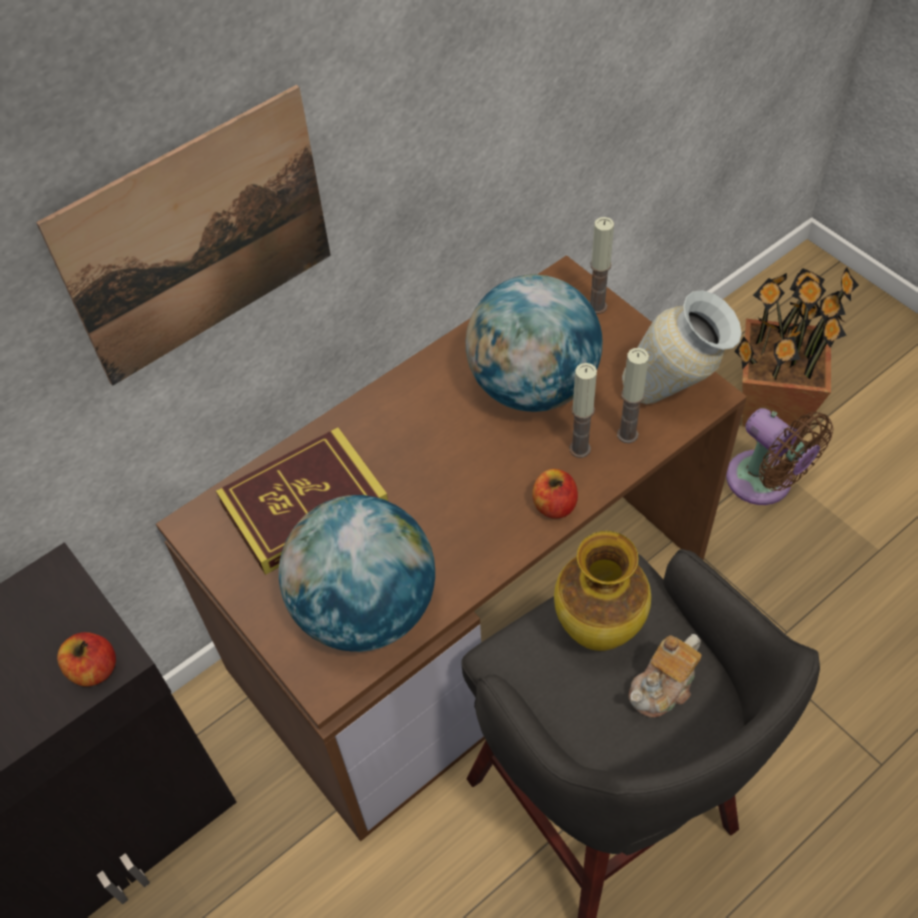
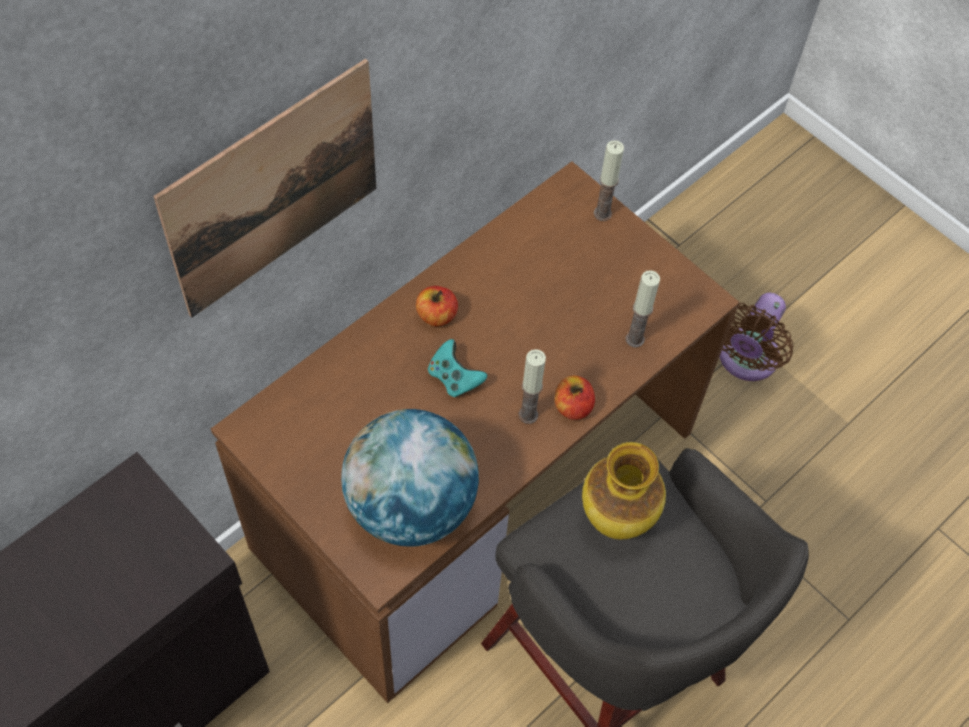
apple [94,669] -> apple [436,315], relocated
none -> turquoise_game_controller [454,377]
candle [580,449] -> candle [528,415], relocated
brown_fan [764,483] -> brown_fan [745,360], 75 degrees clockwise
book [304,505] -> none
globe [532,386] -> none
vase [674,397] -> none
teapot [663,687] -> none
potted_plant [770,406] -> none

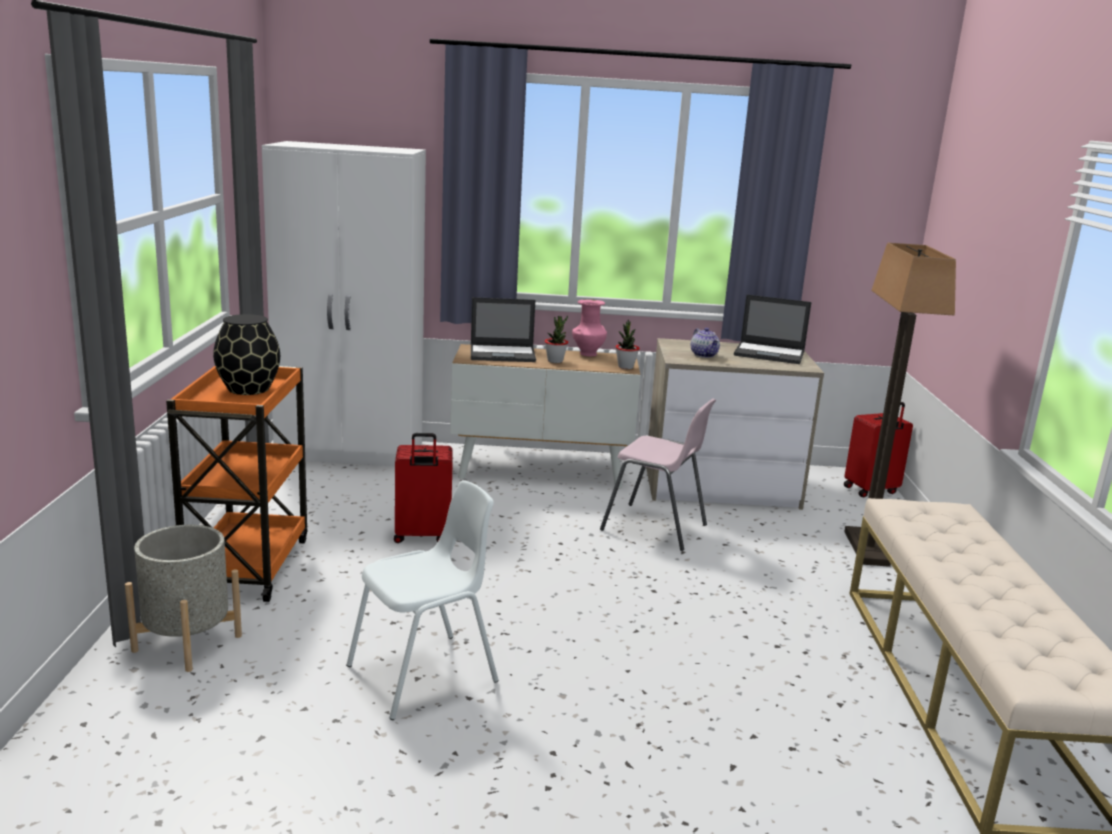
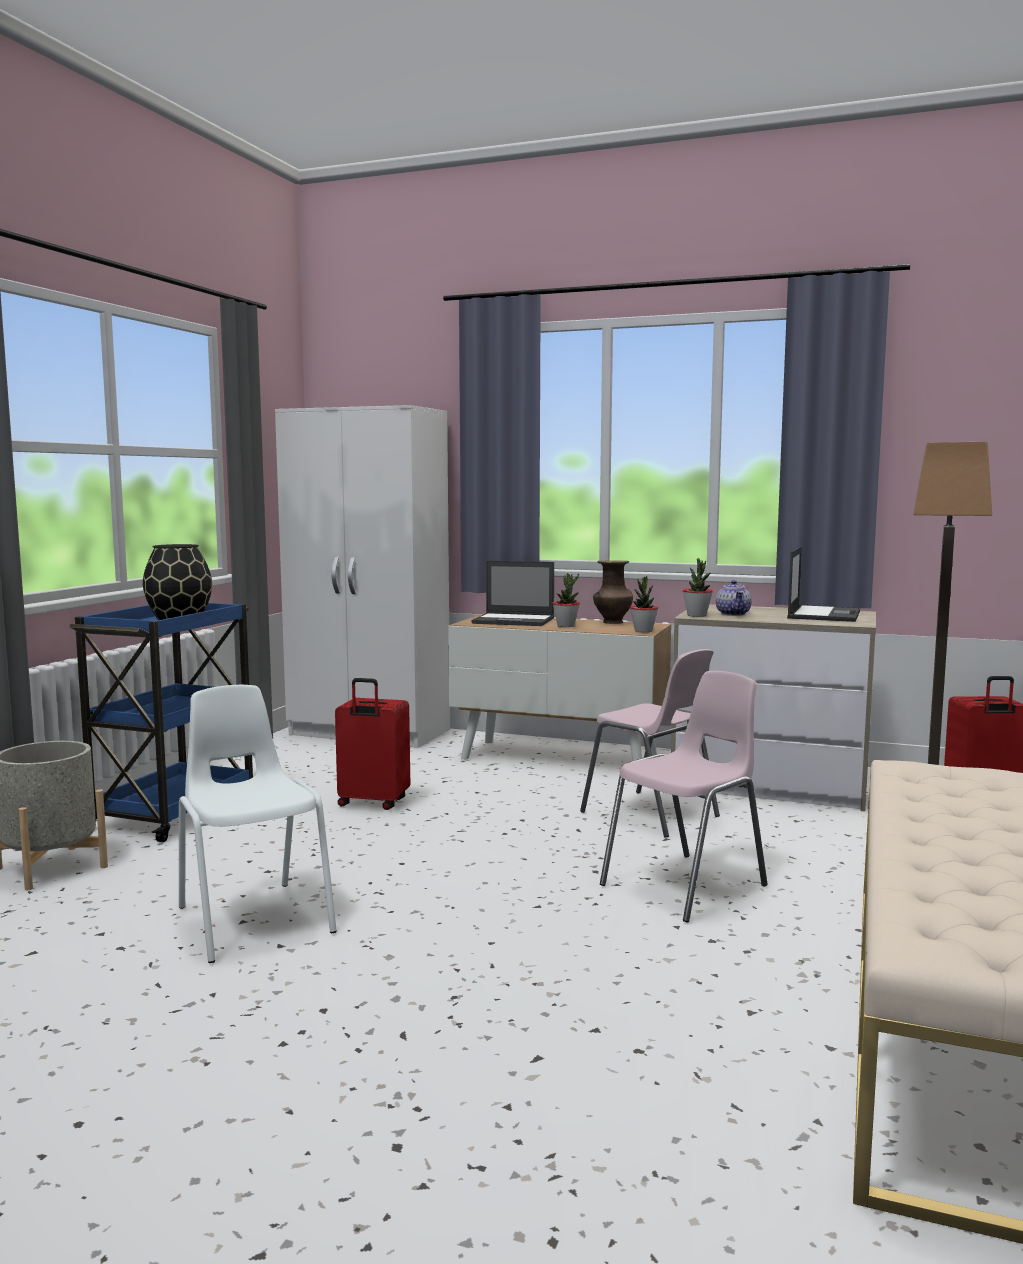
orange_cart [248,565] -> blue_cart [175,812]
white_chair [425,674] -> white_chair [254,919], 105 degrees counterclockwise
pink_vase [587,354] -> brown_vase [612,622]
none -> pink_chair [687,886]
none -> potted_plant [697,615]
laptop [770,354] -> laptop [823,614], 105 degrees counterclockwise

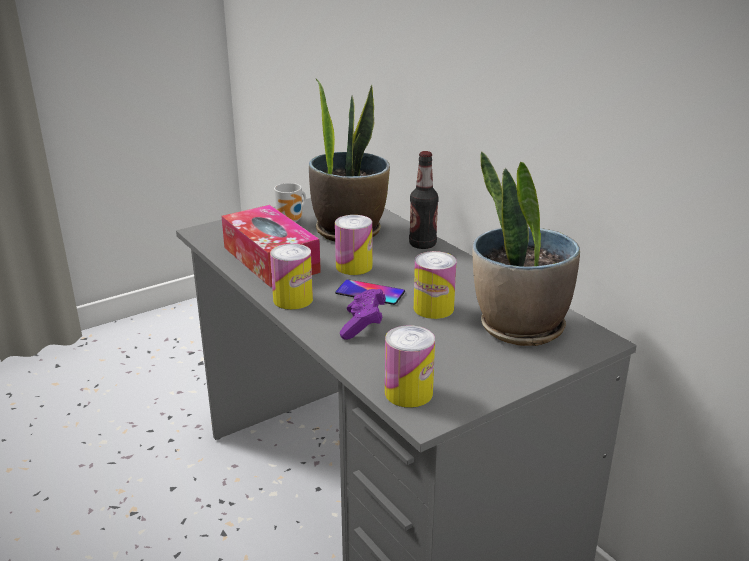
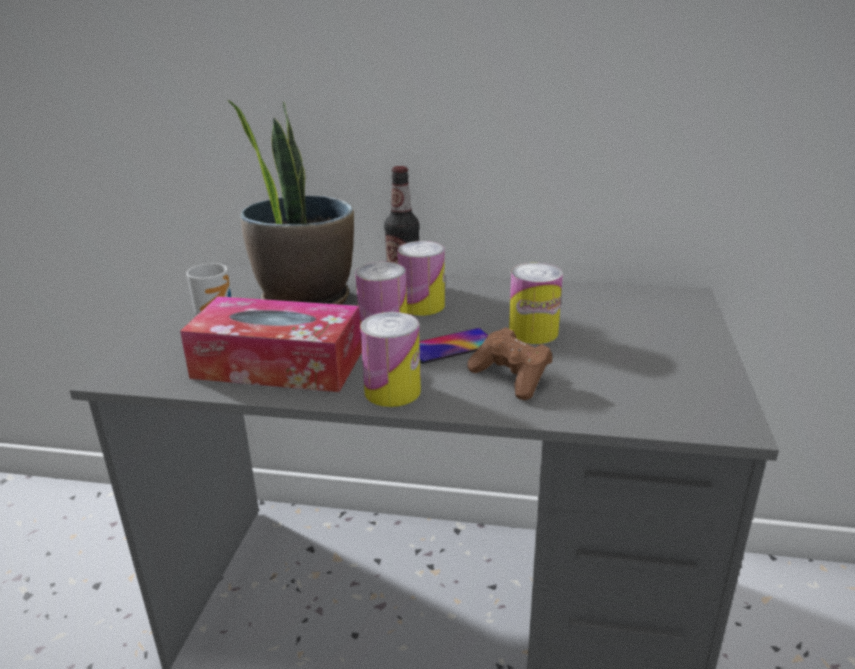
can [408,393] -> can [422,305], relocated
purple_game_controller [363,325] -> brown_game_controller [511,378]
potted_plant [519,328] -> none

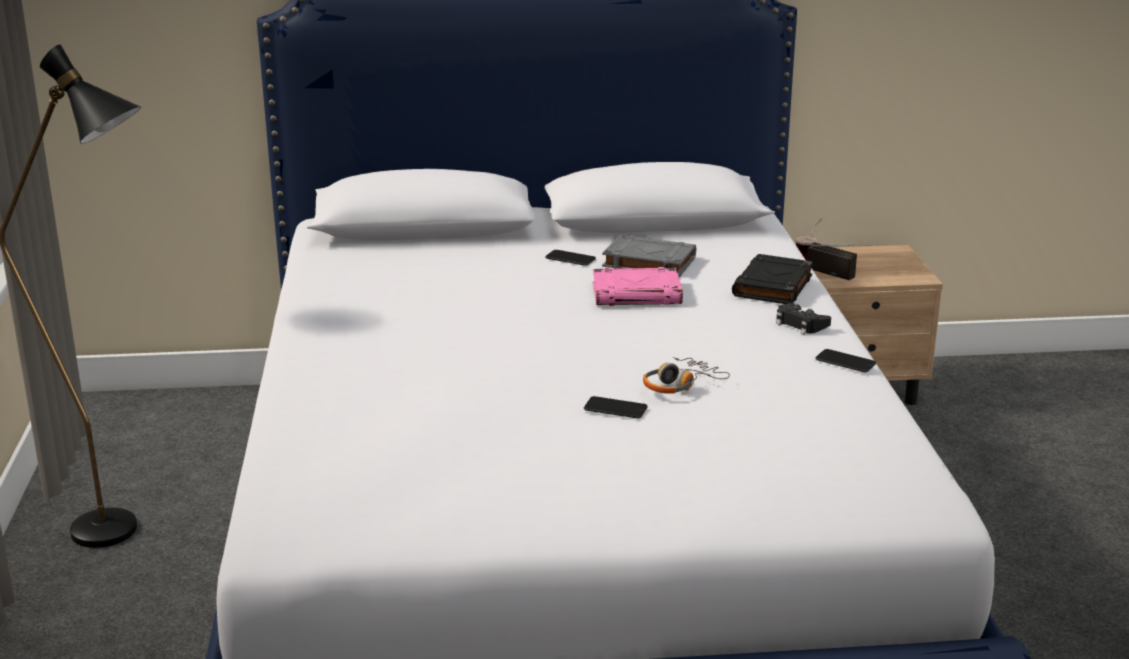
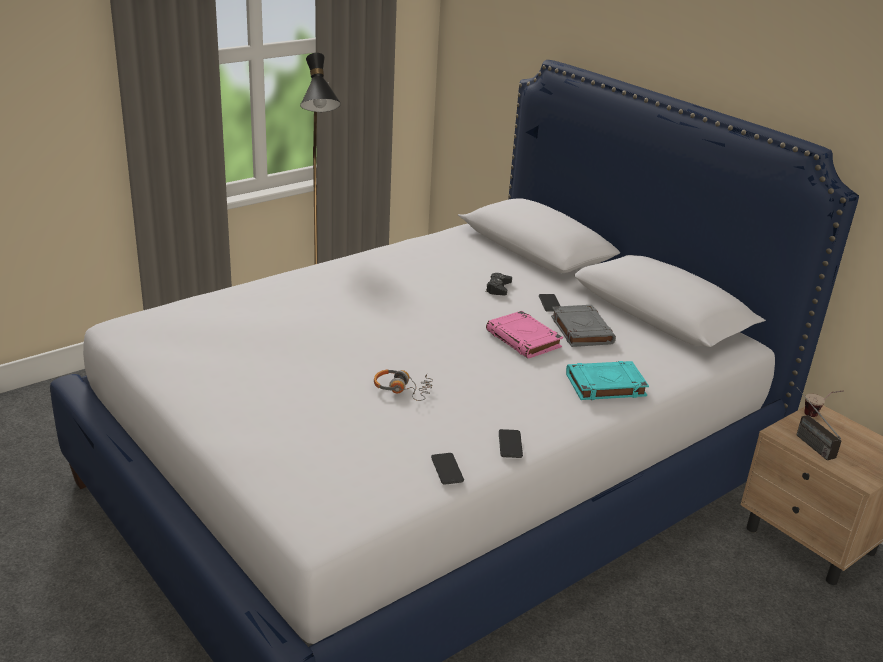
phone [615,408] -> phone [447,469], relocated
black_game_controller [800,324] -> black_game_controller [498,288], relocated
black_book [773,286] -> turquoise_book [604,385]
radio [843,276] -> radio [806,440], 150 degrees clockwise

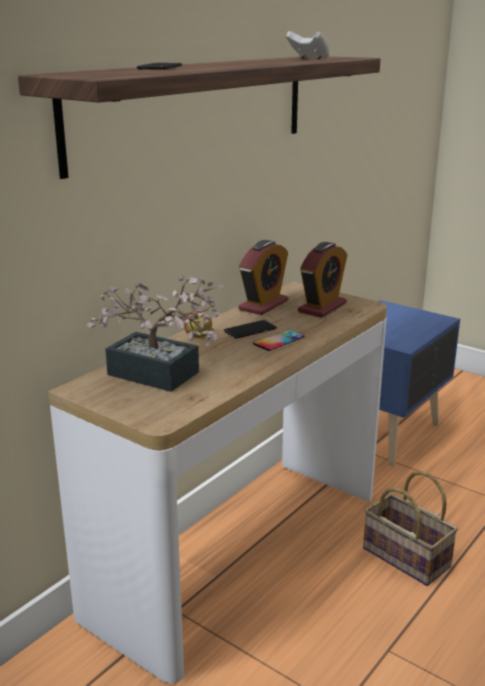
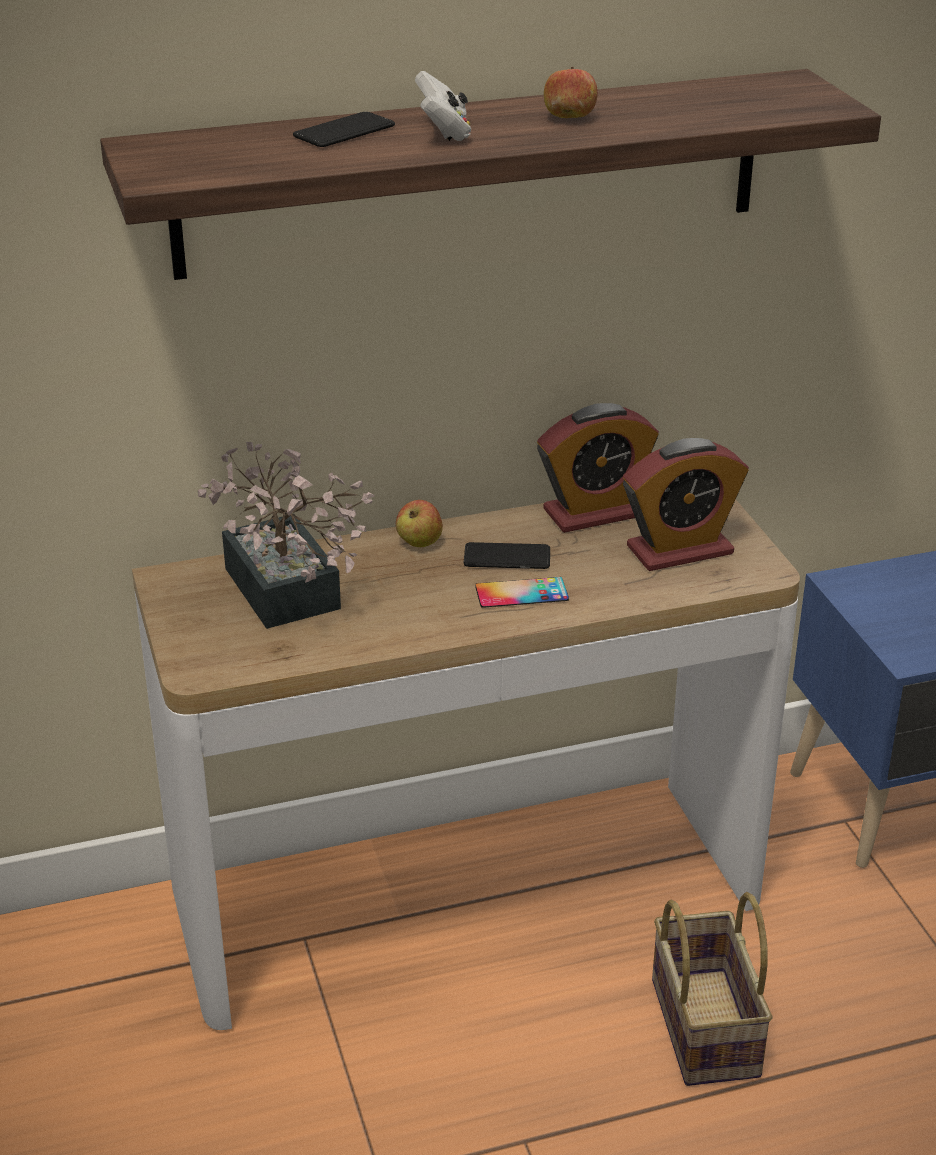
white_game_controller [309,58] -> white_game_controller [444,133], relocated
none -> apple [569,118]

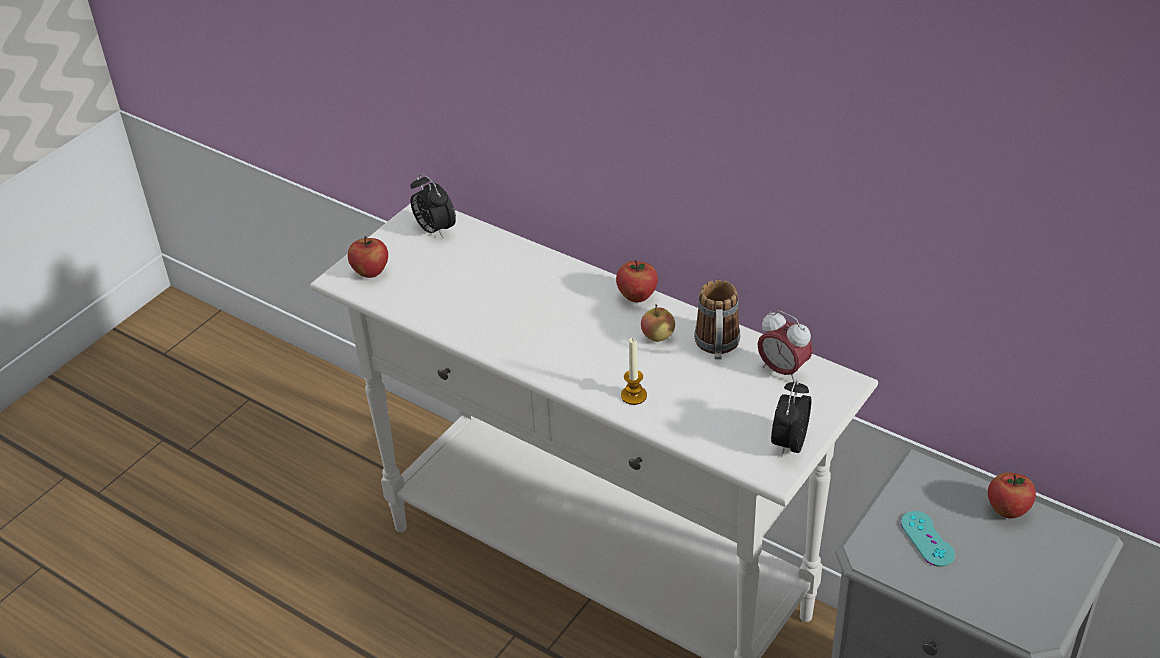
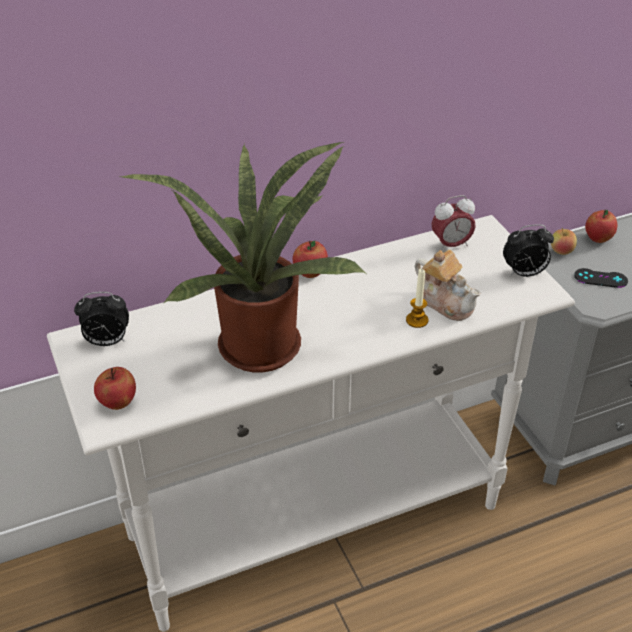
none -> potted_plant [261,341]
none -> teapot [446,302]
alarm_clock [789,443] -> alarm_clock [524,273], 60 degrees counterclockwise
apple [657,336] -> apple [561,251], relocated
turquoise_game_controller [927,539] -> black_game_controller [600,278]
mug [717,347] -> none

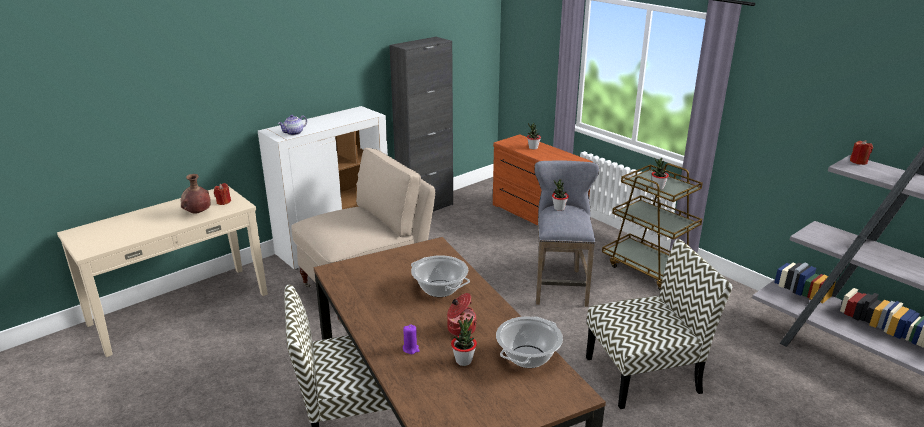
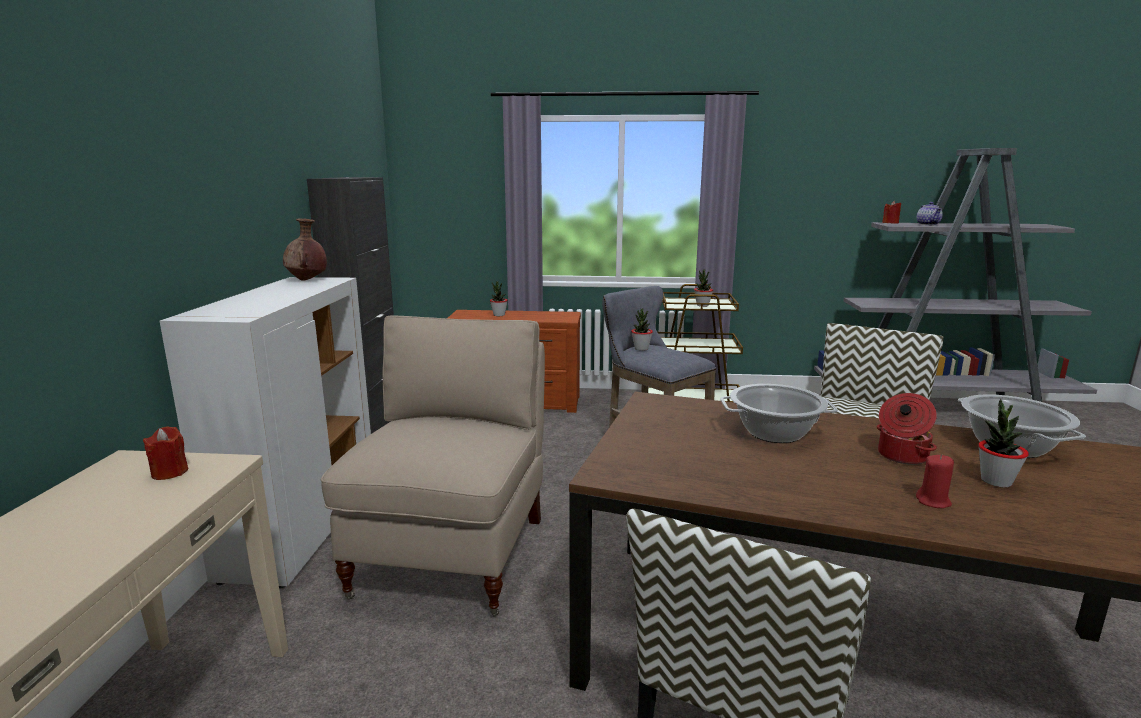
brown_vase [197,213] -> brown_vase [307,280], relocated
purple_candle [411,349] -> red_candle [933,501]
teapot [294,133] -> teapot [928,224], relocated

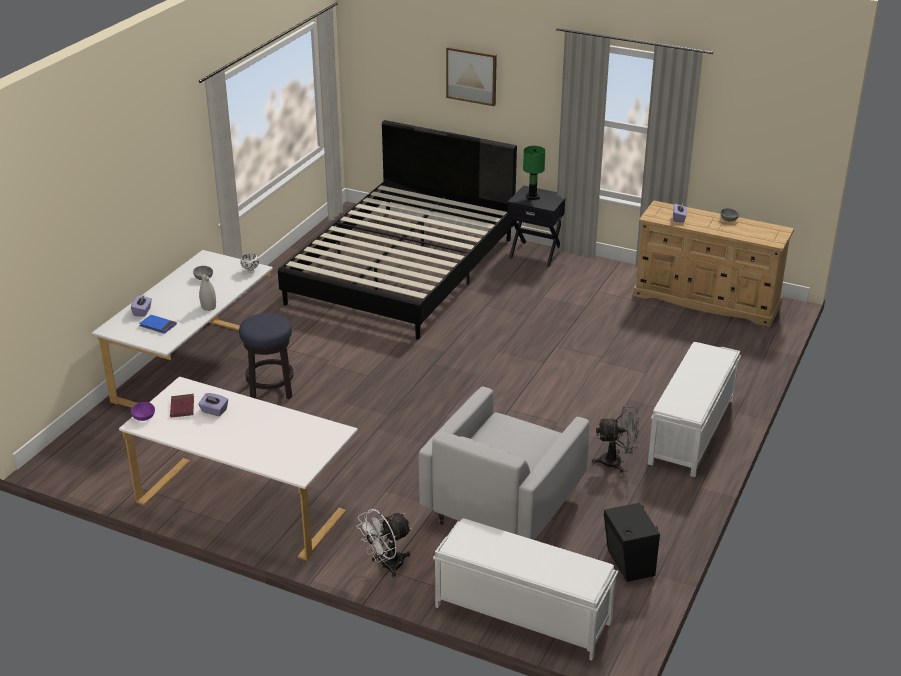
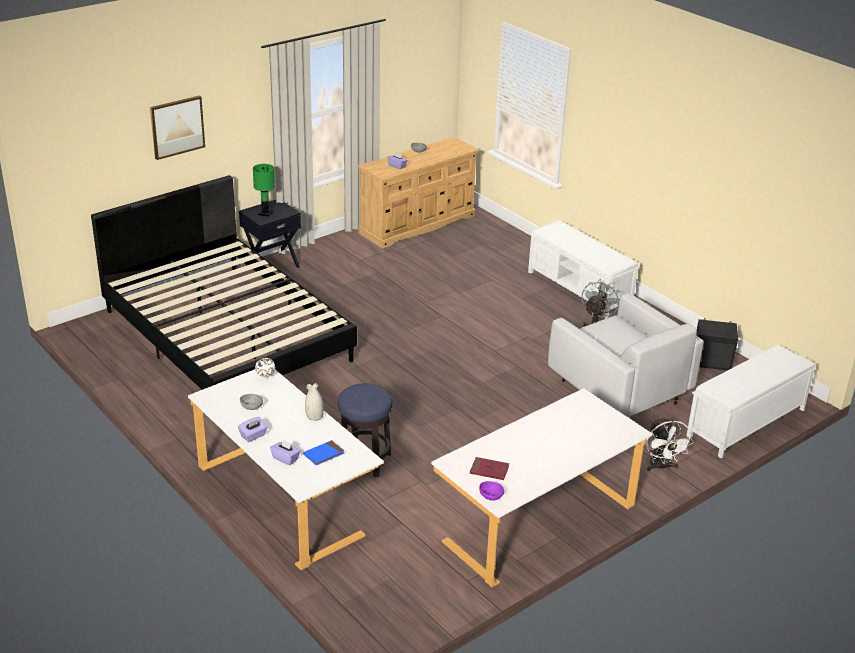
purple_tissue_box [214,411] -> purple_tissue_box [253,436], relocated

